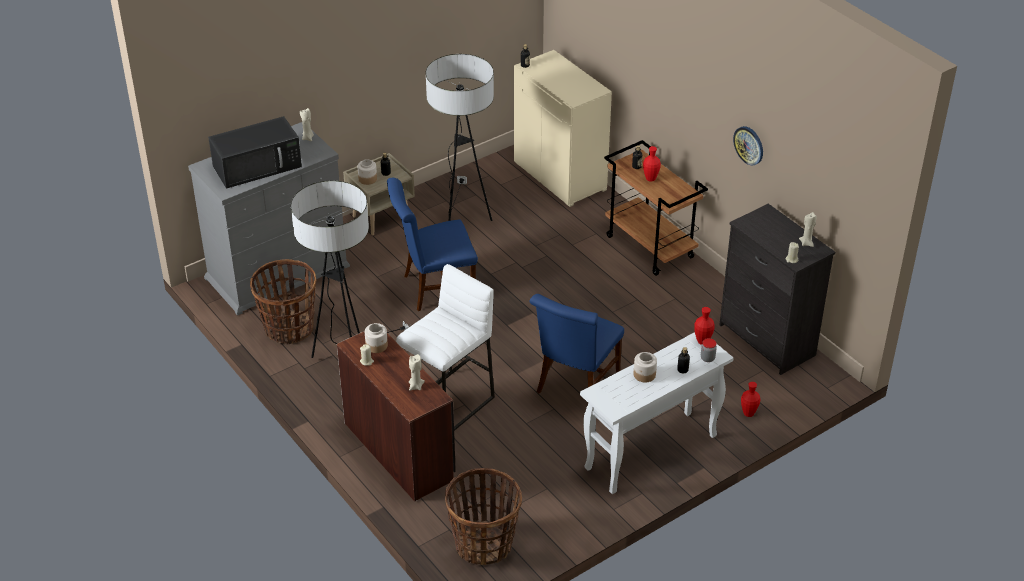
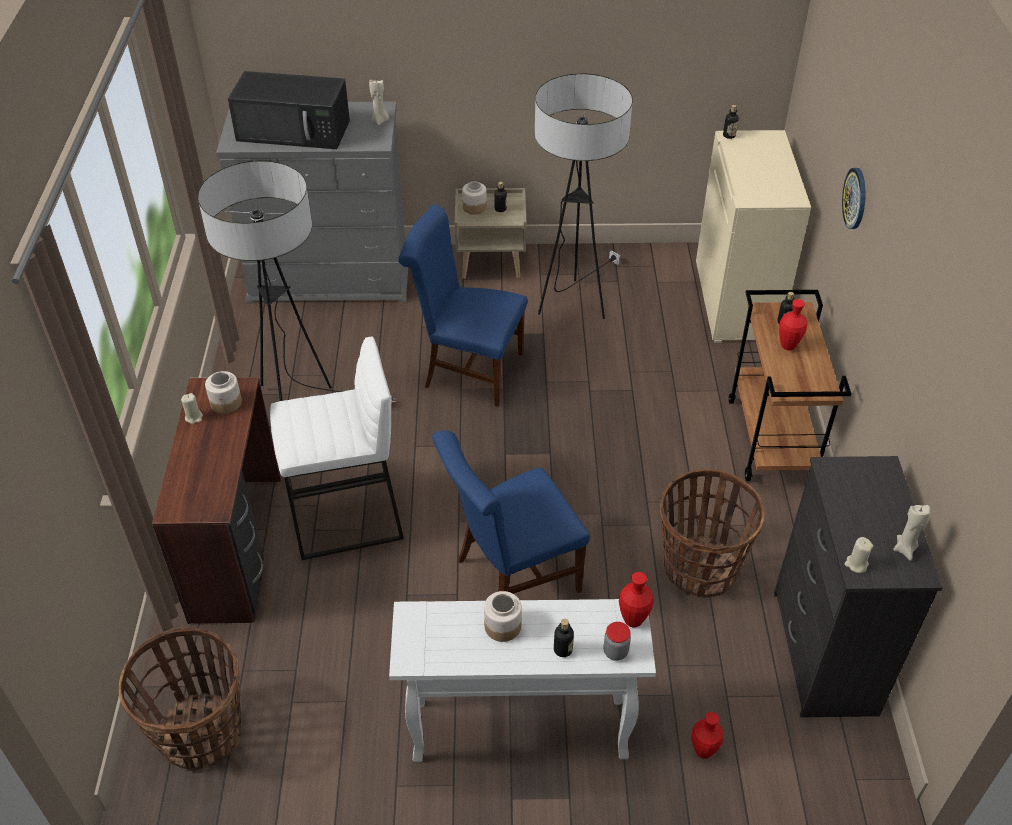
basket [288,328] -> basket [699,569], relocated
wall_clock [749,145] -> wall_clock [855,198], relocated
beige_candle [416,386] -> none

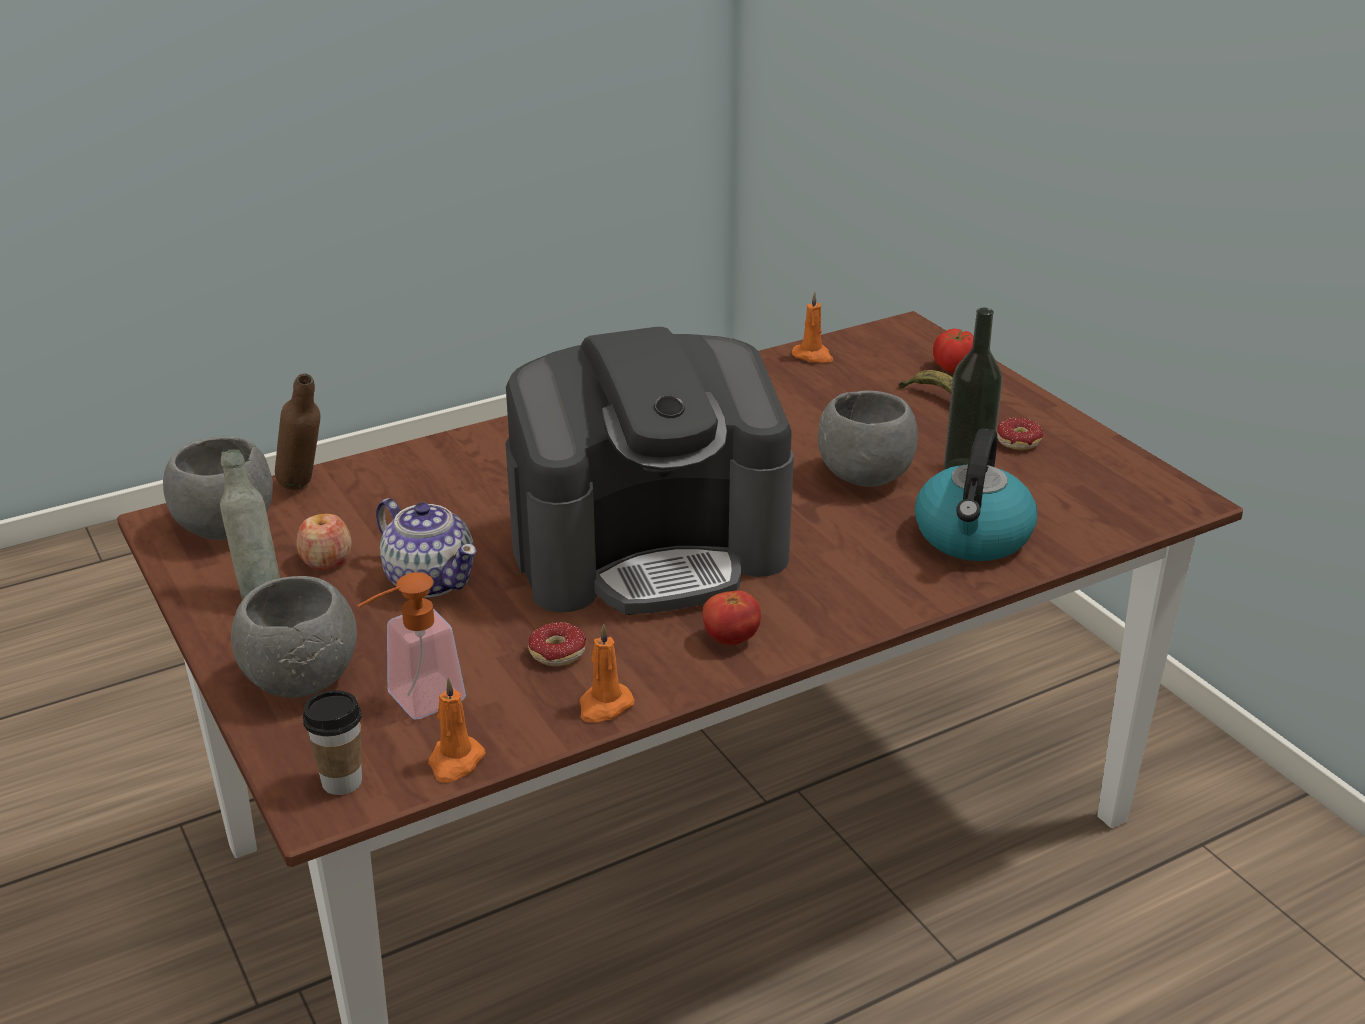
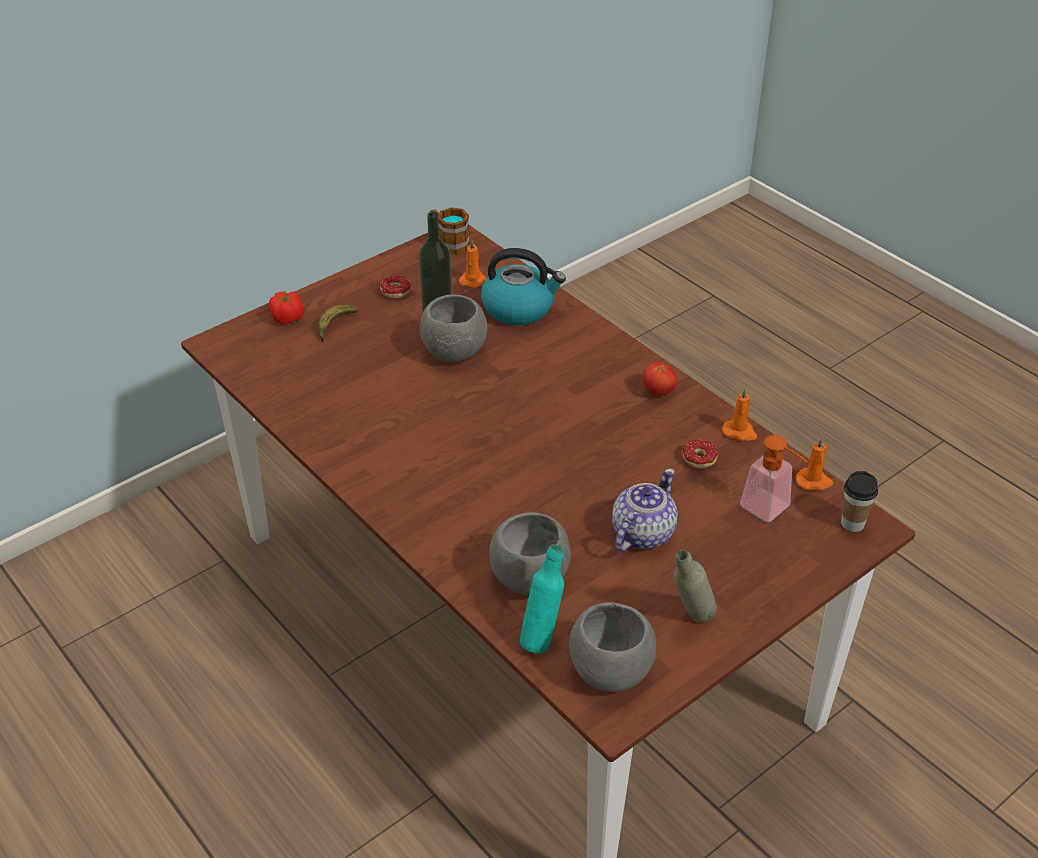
none -> mug [448,243]
orange_candle [813,356] -> orange_candle [473,280], relocated
grey_bowl [302,679] -> grey_bowl [528,578], relocated
brown_bottle [305,490] -> turquoise_bottle [542,638]
apple [326,560] -> none
coffee_machine [650,549] -> none

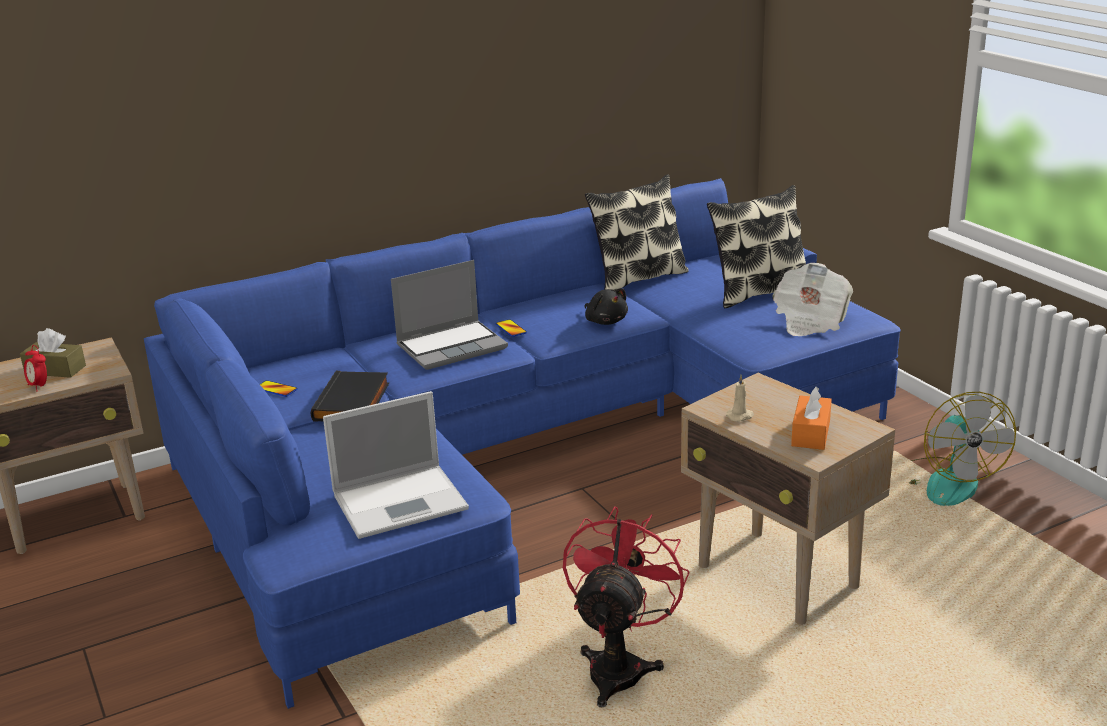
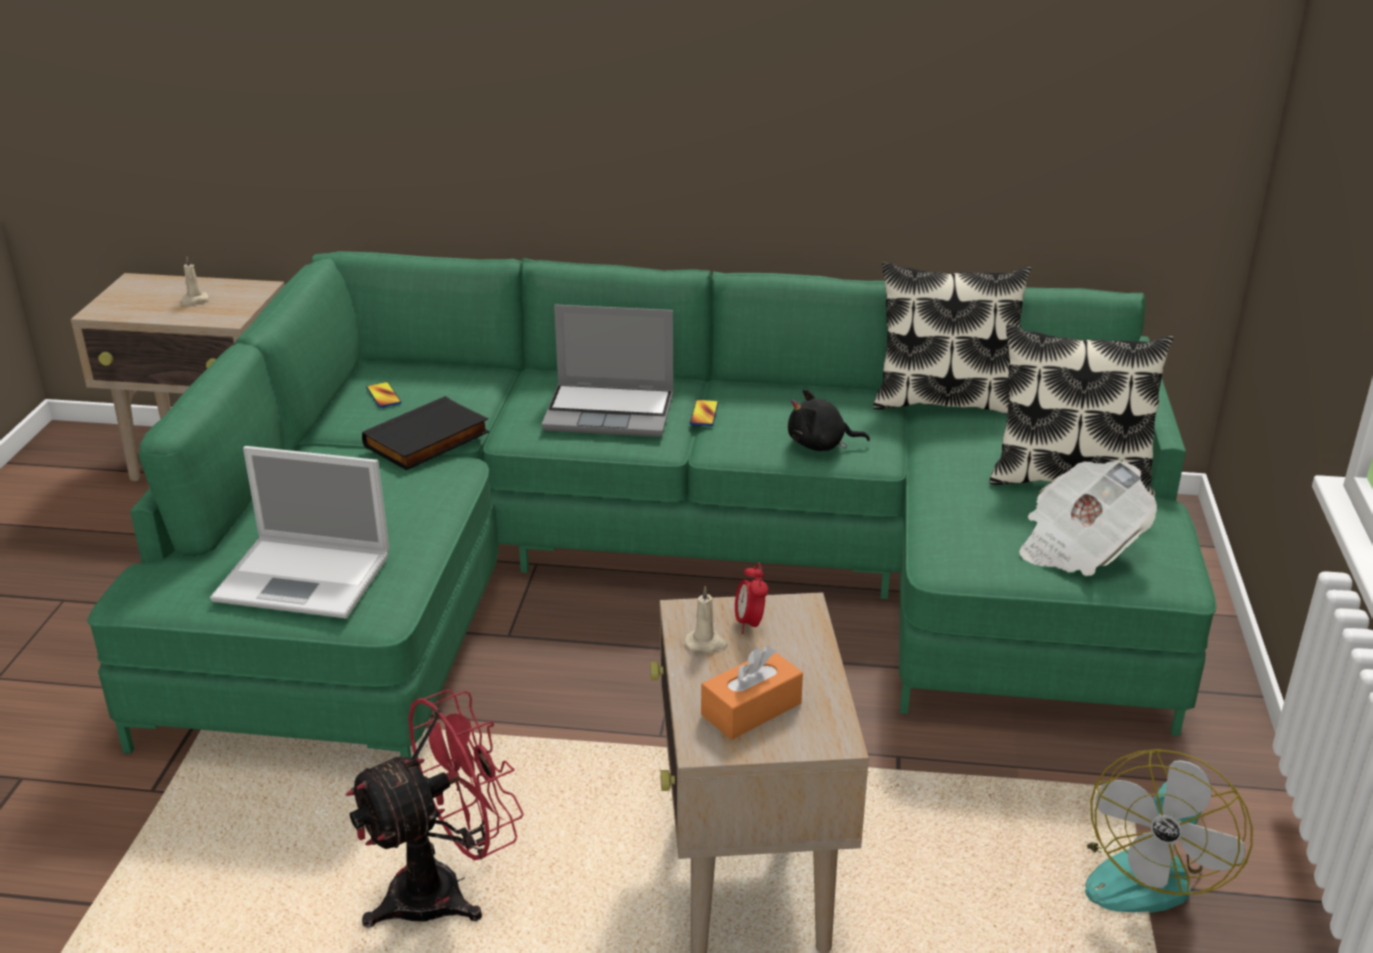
blue_sofa [515,453] -> green_sofa [663,572]
brown_tissue_box [55,370] -> beige_candle [193,300]
alarm_clock [39,386] -> alarm_clock [750,624], relocated
black_plush_toy [605,321] -> black_plush_toy [820,445], 90 degrees clockwise

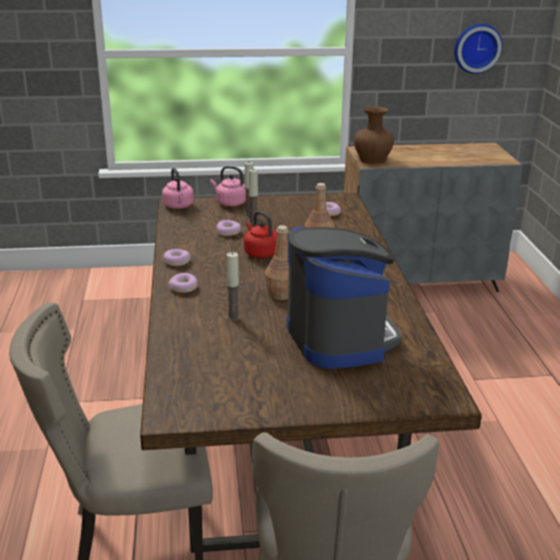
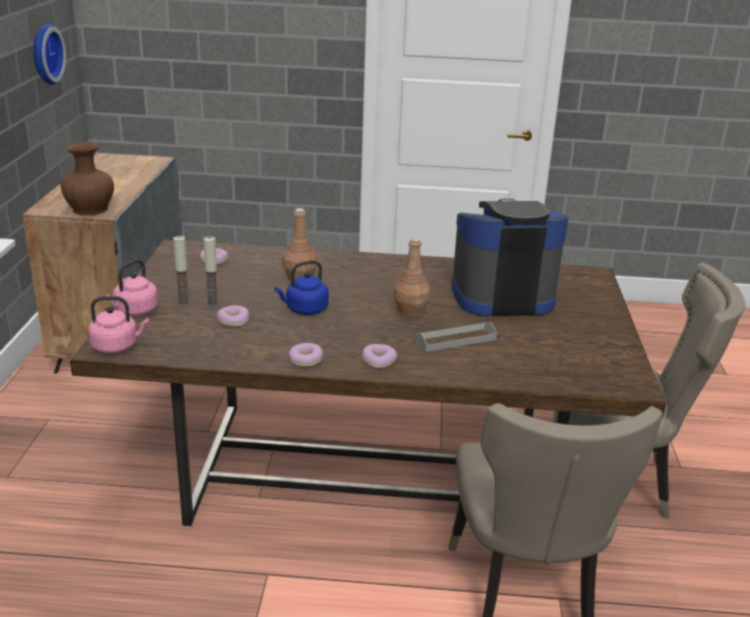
red_kettle [260,253] -> blue_kettle [304,310]
candle [233,318] -> grey_tray [455,340]

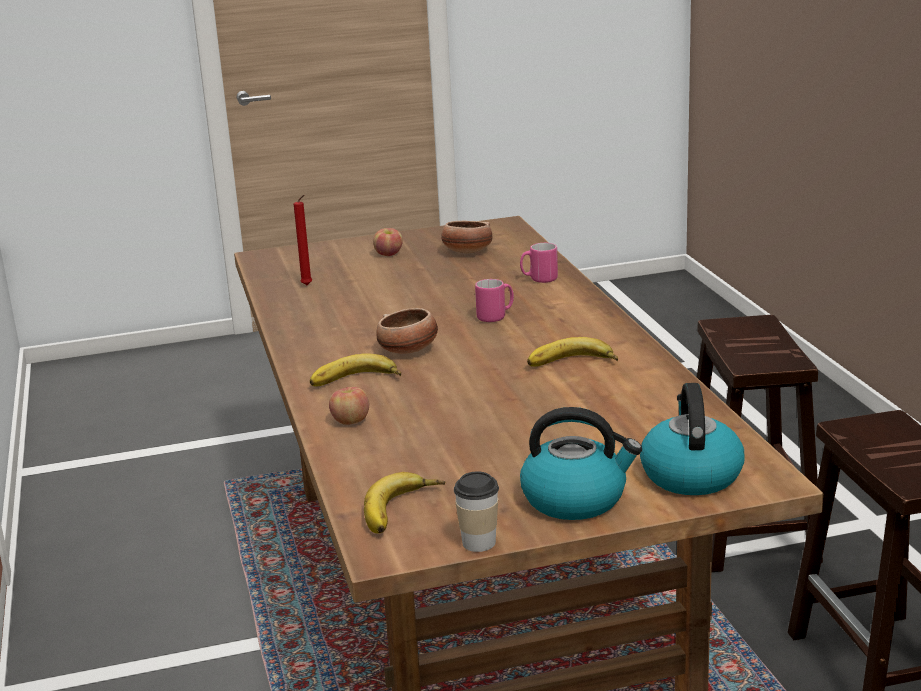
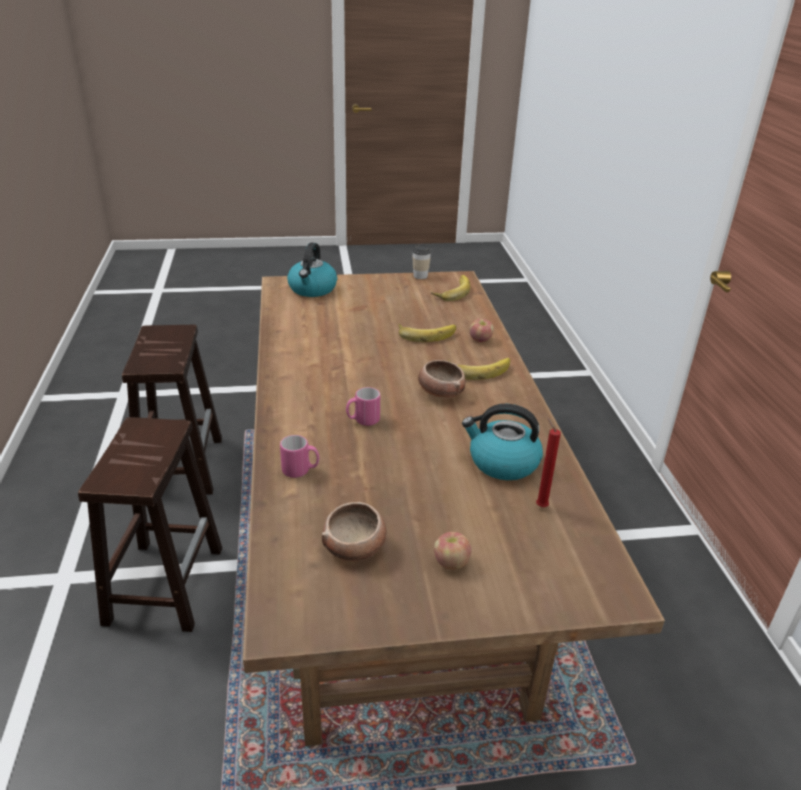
banana [572,364] -> banana [426,333], relocated
kettle [576,499] -> kettle [502,462], relocated

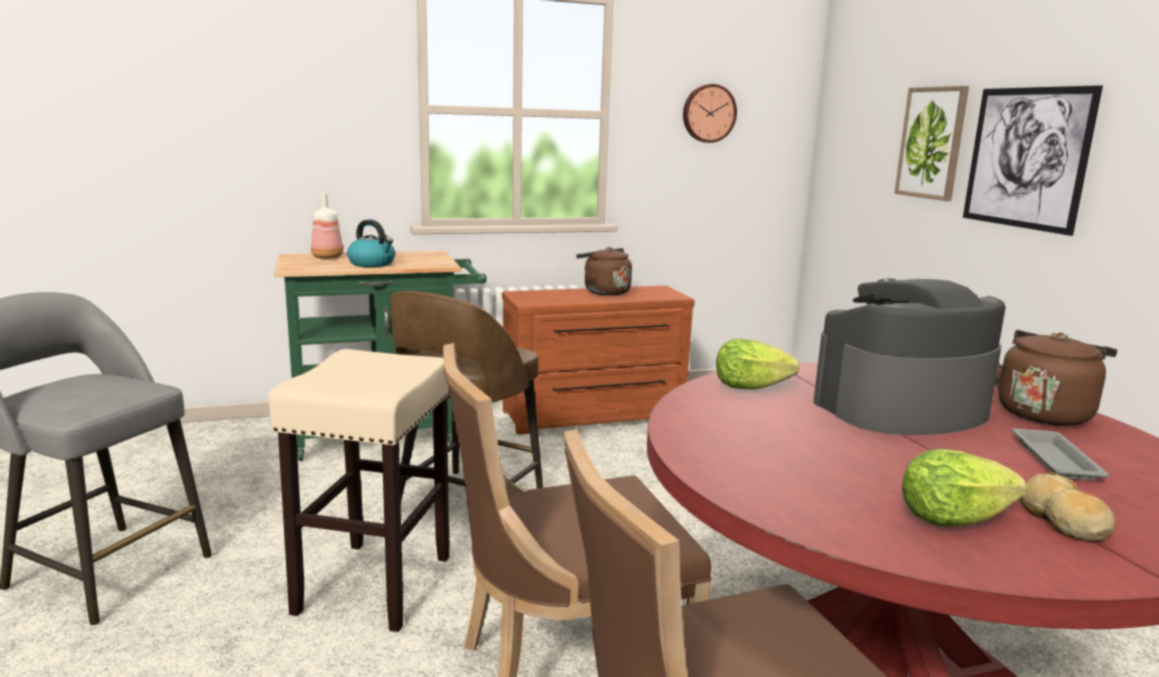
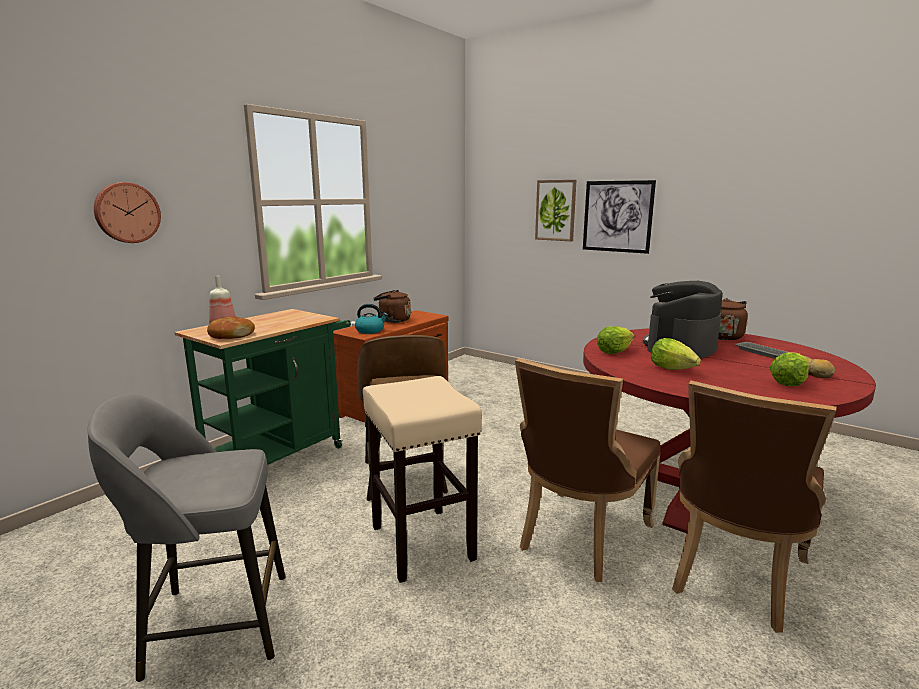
wall_clock [708,113] -> wall_clock [126,212], relocated
none -> bread [231,335]
kettle [372,264] -> kettle [370,331], relocated
none -> lettuce [671,369]

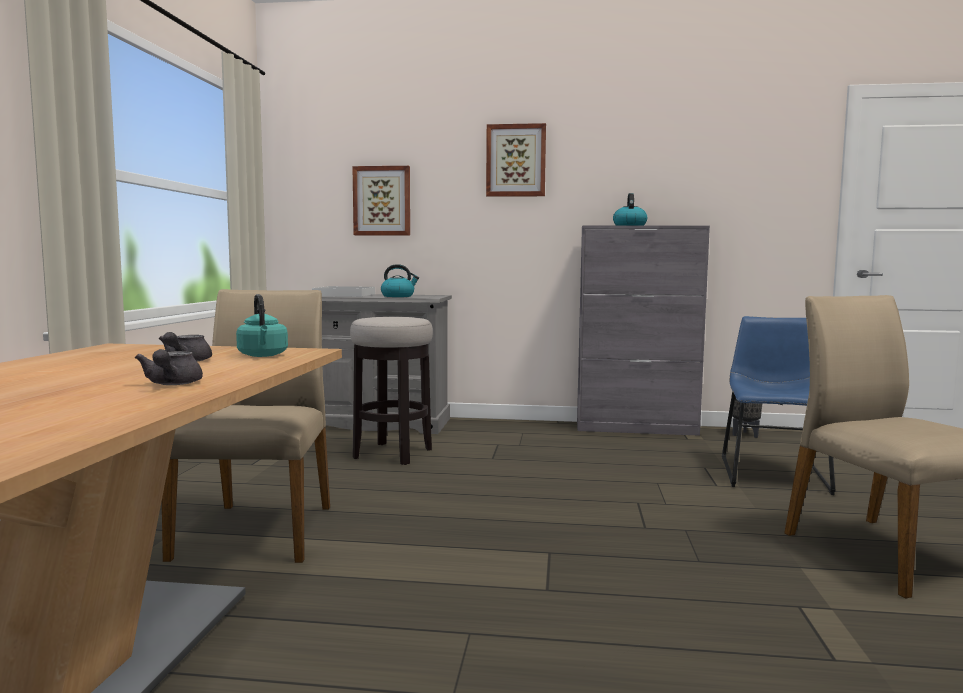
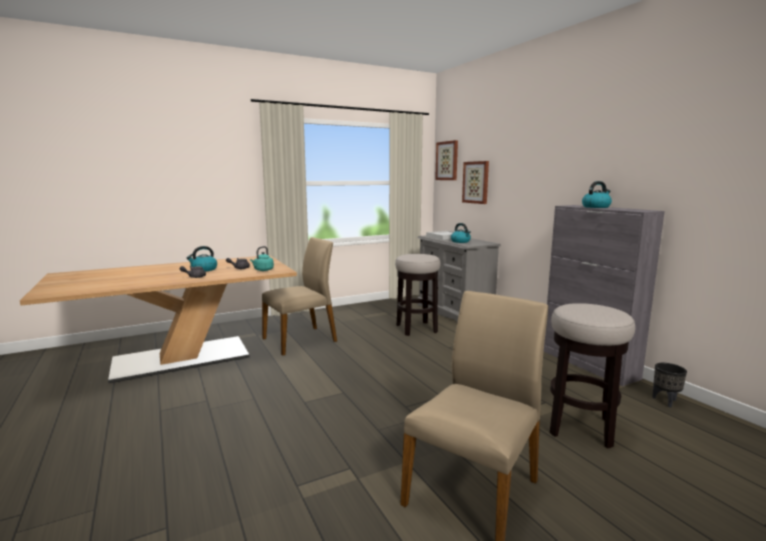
none -> kettle [204,269]
picture [516,160] -> picture [447,161], relocated
blue_chair [773,473] -> stool [581,427]

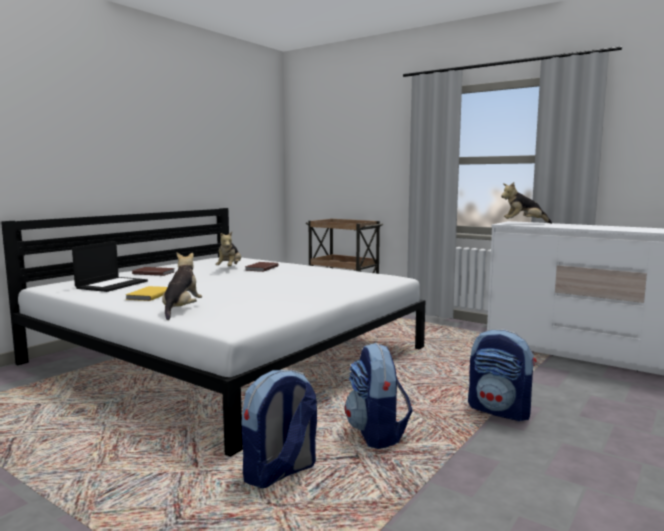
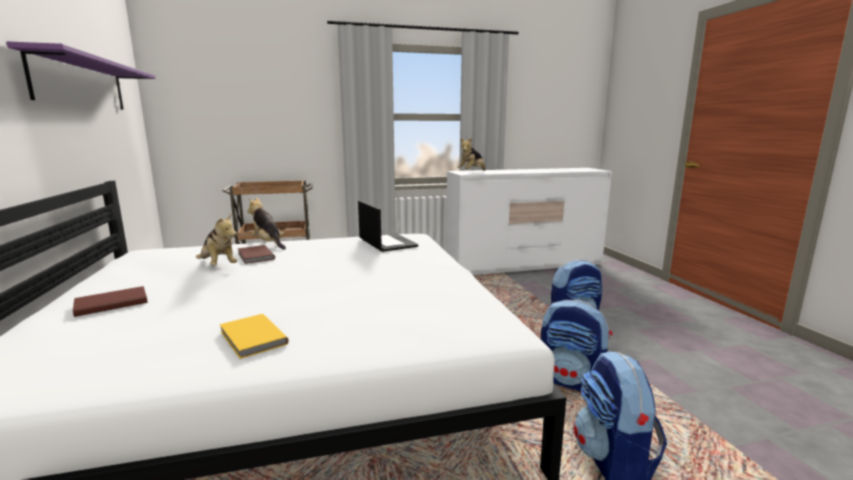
none -> purple_shelf [81,83]
plush_toy [181,310] -> plush_toy [268,243], relocated
laptop [112,284] -> laptop [386,242], relocated

